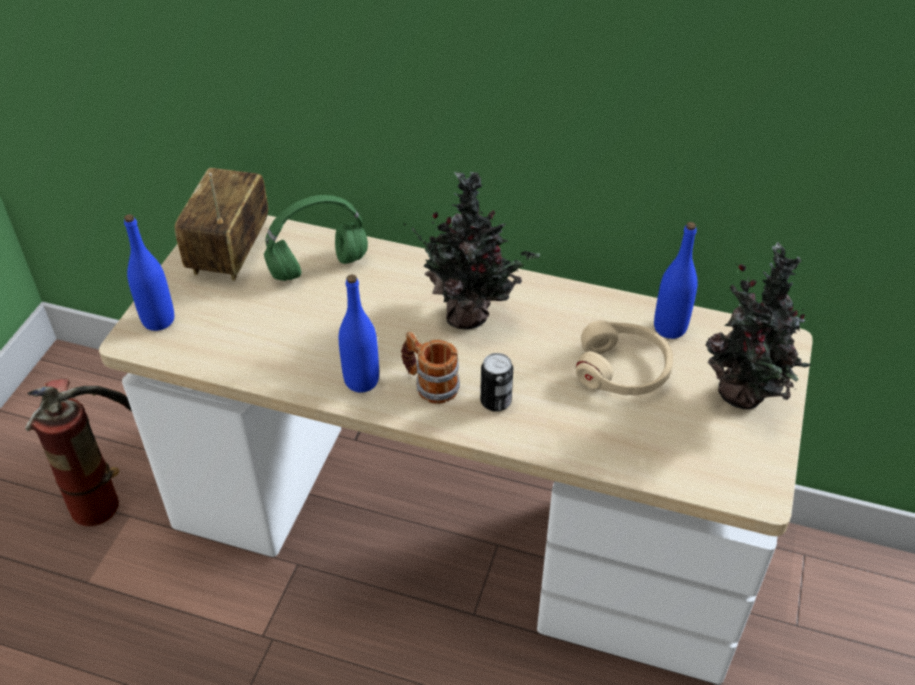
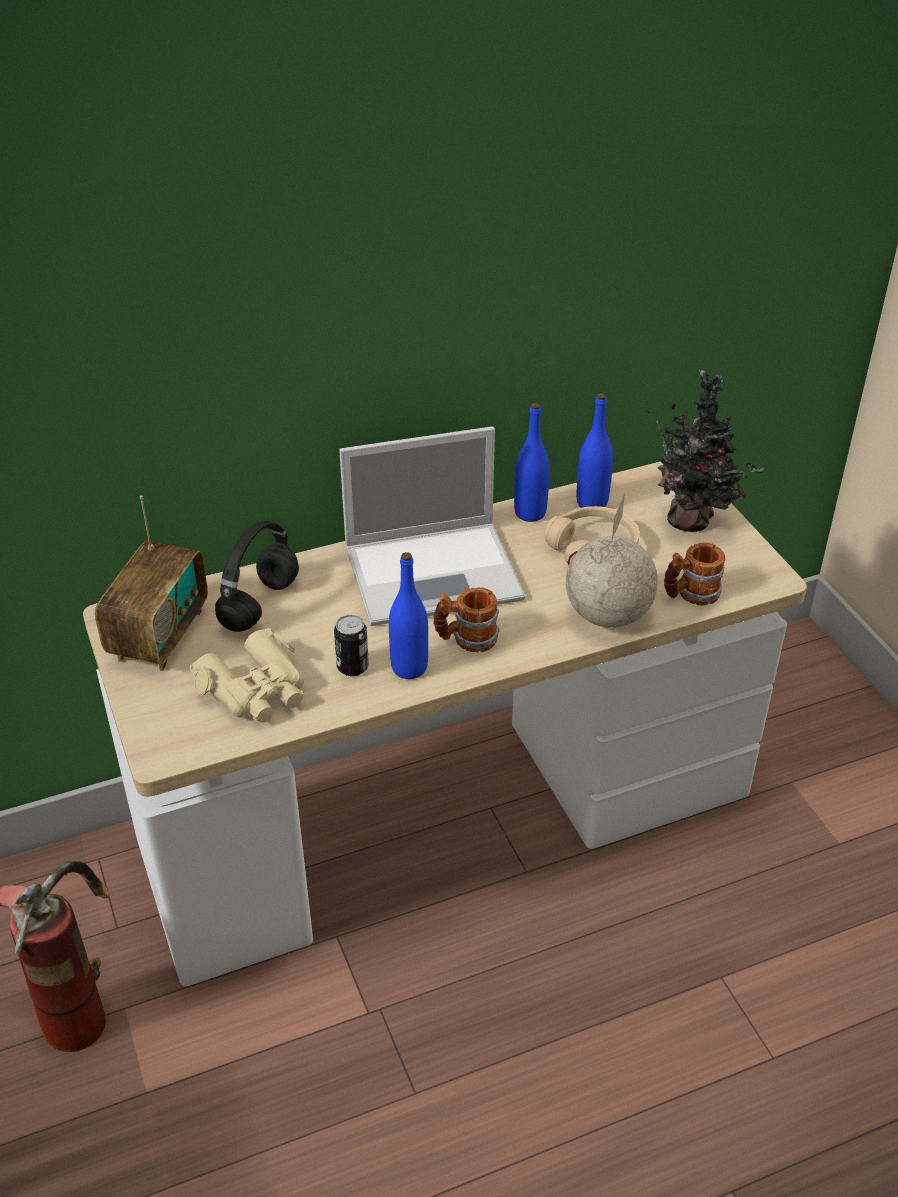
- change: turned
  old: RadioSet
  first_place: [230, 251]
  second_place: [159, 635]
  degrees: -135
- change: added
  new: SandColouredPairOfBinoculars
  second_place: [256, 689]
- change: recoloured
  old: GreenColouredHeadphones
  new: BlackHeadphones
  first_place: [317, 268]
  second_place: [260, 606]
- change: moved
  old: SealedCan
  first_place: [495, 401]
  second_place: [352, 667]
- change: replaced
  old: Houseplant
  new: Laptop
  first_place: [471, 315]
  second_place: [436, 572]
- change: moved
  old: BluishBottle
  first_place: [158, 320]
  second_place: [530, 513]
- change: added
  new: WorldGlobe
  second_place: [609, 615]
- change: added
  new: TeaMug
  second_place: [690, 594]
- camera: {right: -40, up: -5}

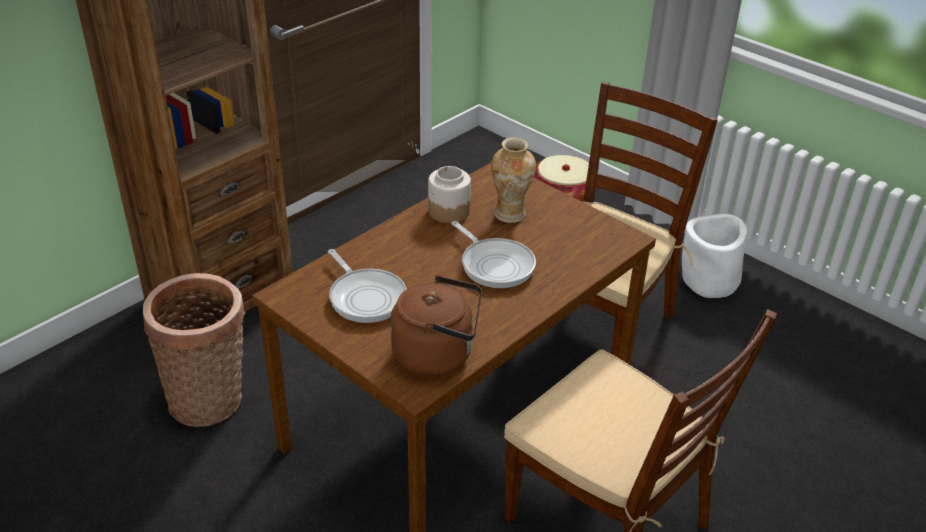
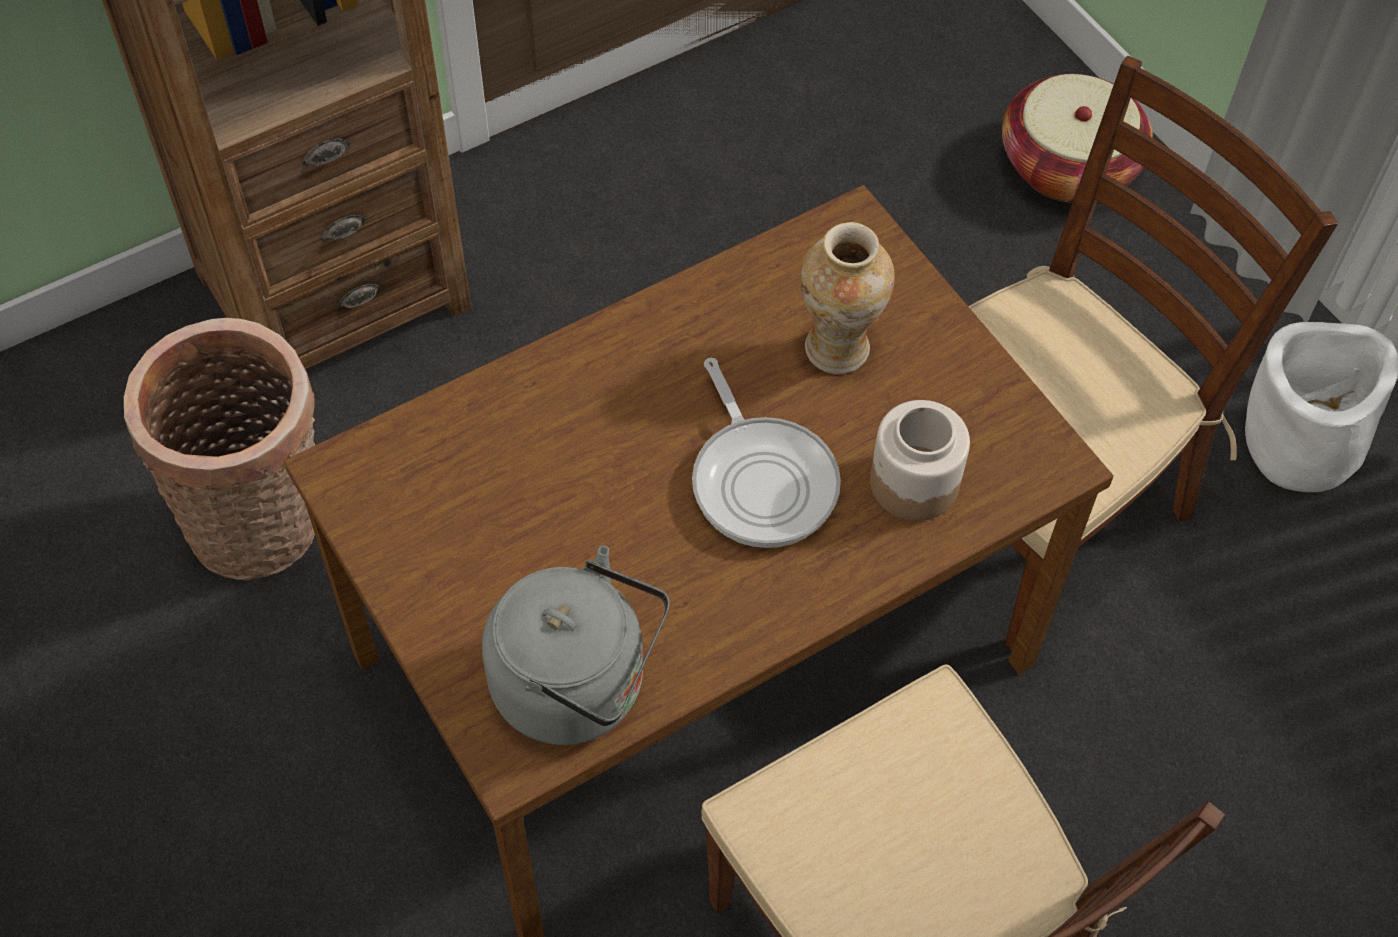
- change: recoloured
  old: BrownColouredTeaKettle
  new: GrayTeaKettle
  first_place: [438, 354]
  second_place: [579, 686]
- change: moved
  old: PreserveJar
  first_place: [448, 211]
  second_place: [914, 482]
- change: removed
  old: FryingPan
  first_place: [365, 297]
- camera: {right: 15, up: 20}

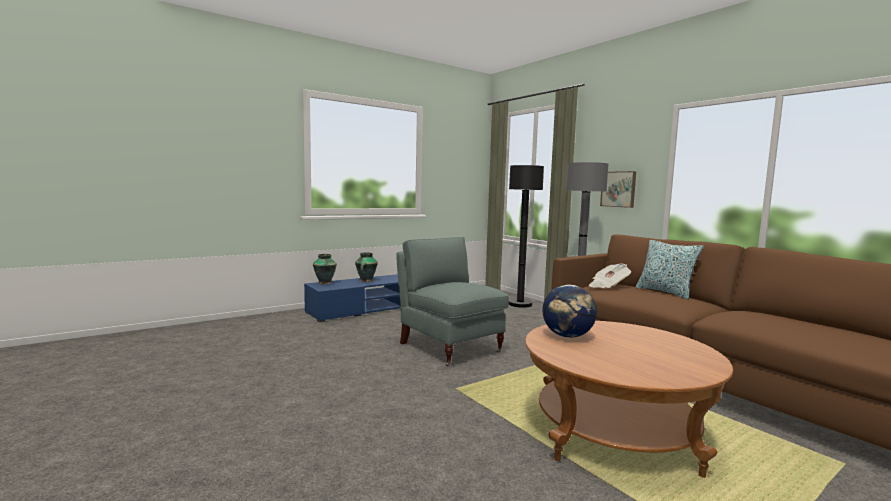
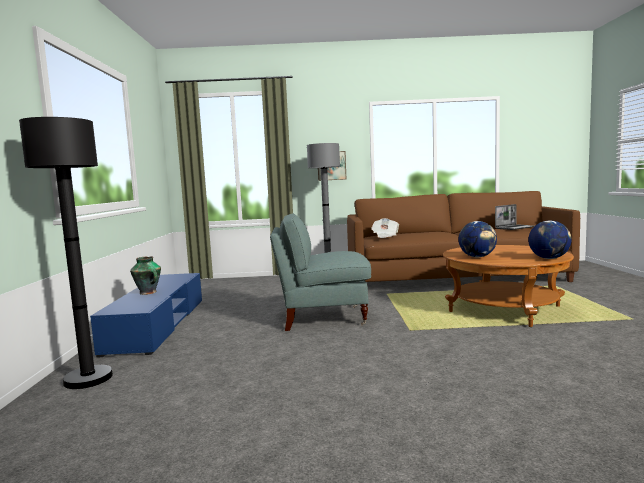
- change: moved
  old: BlackStandardLamp
  first_place: [520, 304]
  second_place: [88, 379]
- change: added
  new: Laptop
  second_place: [514, 228]
- change: added
  new: WorldGlobe
  second_place: [549, 258]
- change: removed
  old: DecorativeVase
  first_place: [325, 283]
- change: removed
  old: Pillow
  first_place: [665, 292]
- camera: {right: -55, up: 0}

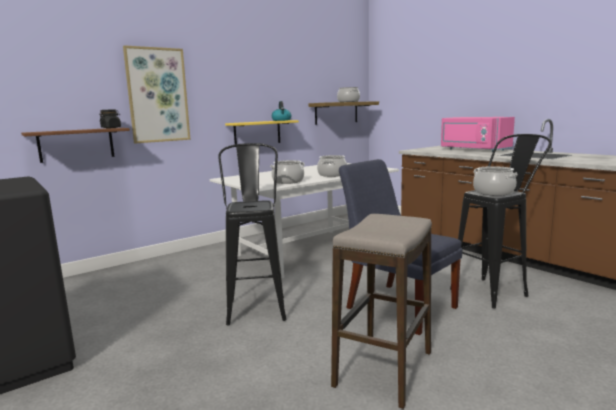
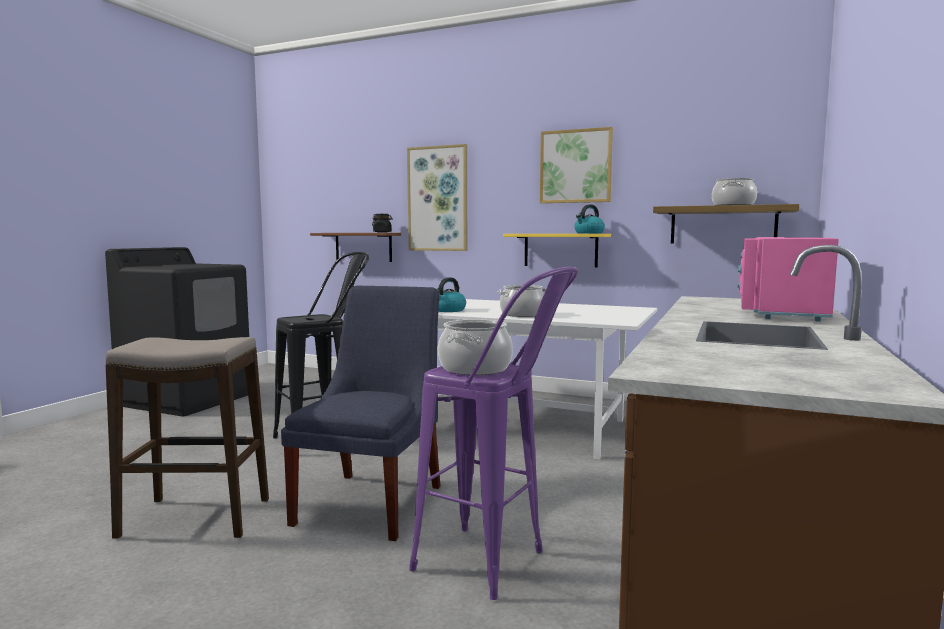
- change: recoloured
  old: BlackSittingStool
  new: PurpleColouredSittingStool
  first_place: [495, 290]
  second_place: [496, 567]
- change: replaced
  old: CookingPot
  new: TeaKettle
  first_place: [288, 181]
  second_place: [448, 310]
- change: added
  new: WallArt
  second_place: [575, 166]
- camera: {right: 60, up: -5}

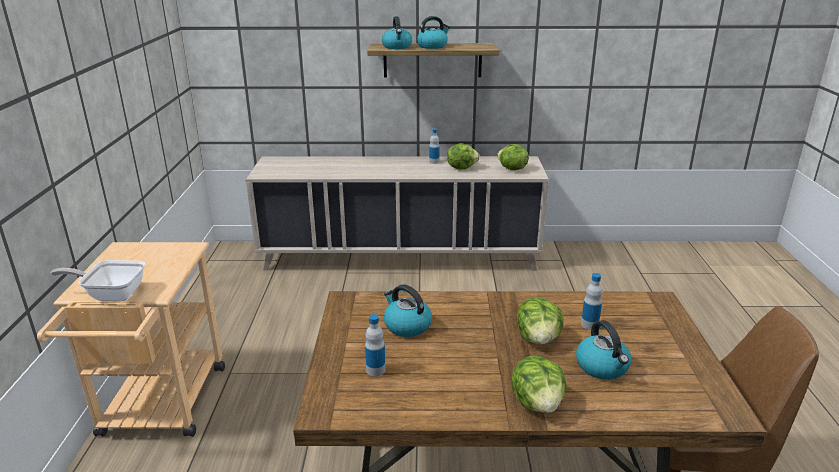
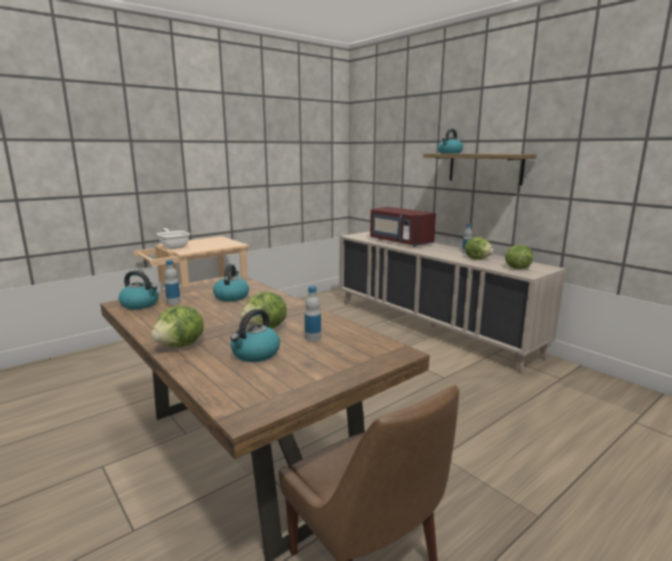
- change: moved
  old: TeaKettle
  first_place: [432, 46]
  second_place: [140, 304]
- change: added
  new: ReddishKitchenMicrowave
  second_place: [399, 242]
- camera: {right: 50, up: -10}

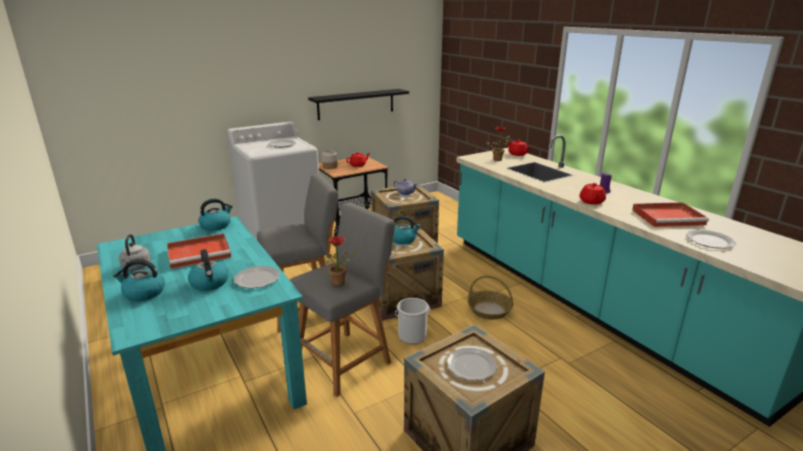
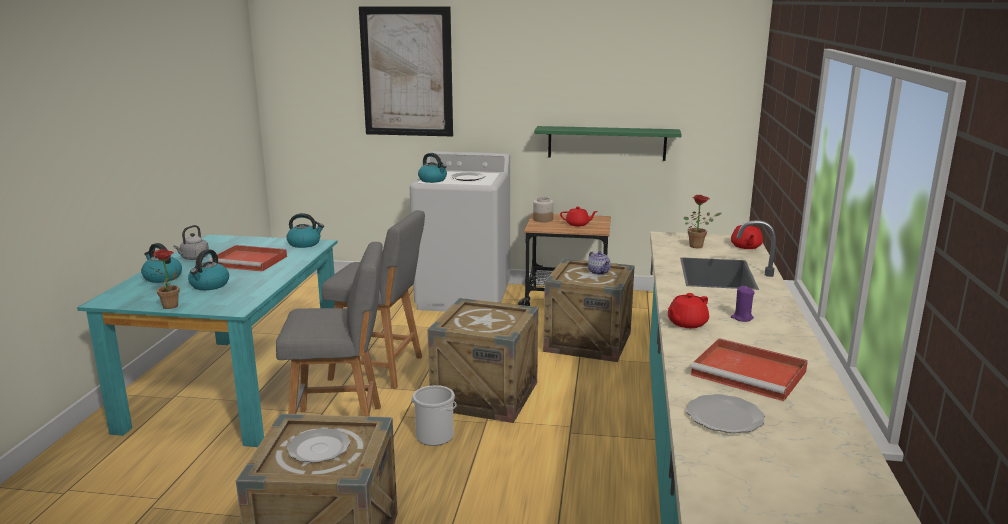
- change: moved
  old: Houseplant
  first_place: [341, 282]
  second_place: [173, 306]
- change: added
  new: WallArt
  second_place: [407, 72]
- change: moved
  old: TeaKettle
  first_place: [403, 240]
  second_place: [433, 180]
- change: recoloured
  old: BlackShelf
  new: GreenColouredShelf
  first_place: [356, 104]
  second_place: [606, 143]
- change: removed
  old: Plate
  first_place: [257, 278]
- change: removed
  old: Basket
  first_place: [489, 310]
- camera: {right: 40, up: -5}

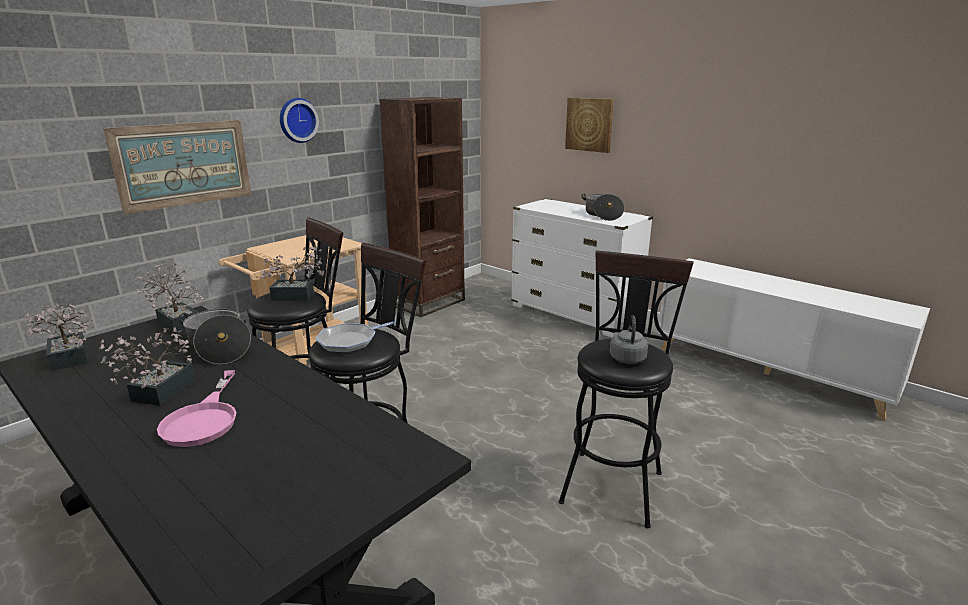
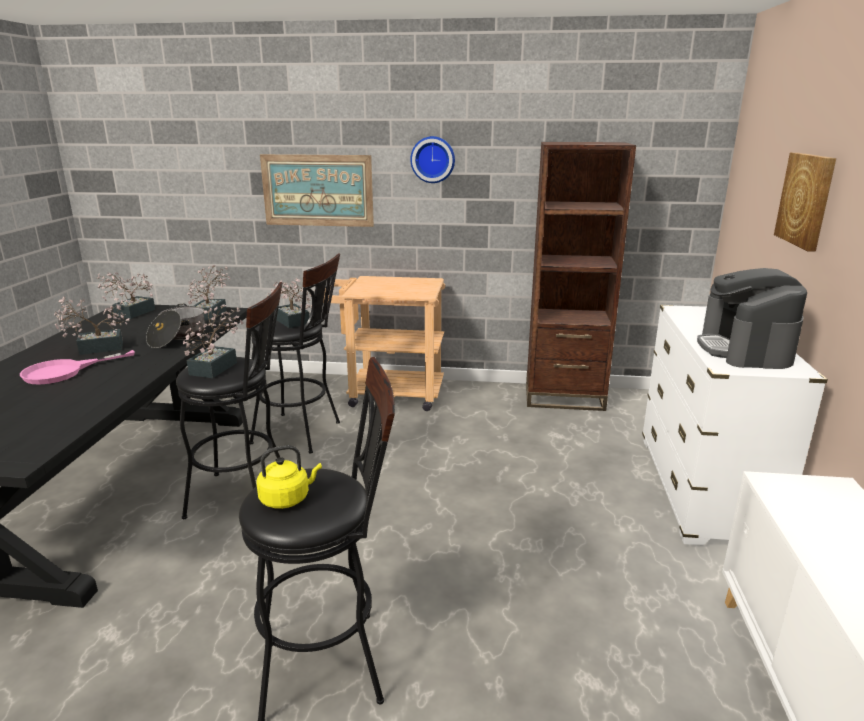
- change: replaced
  old: FryingPan
  new: Houseplant
  first_place: [350, 341]
  second_place: [217, 366]
- change: recoloured
  old: GrayTeaKettle
  new: YellowishTeaKettle
  first_place: [627, 358]
  second_place: [287, 499]
- change: replaced
  old: CookingPot
  new: CoffeeBrewer
  first_place: [602, 215]
  second_place: [744, 350]
- camera: {right: 55, up: 0}

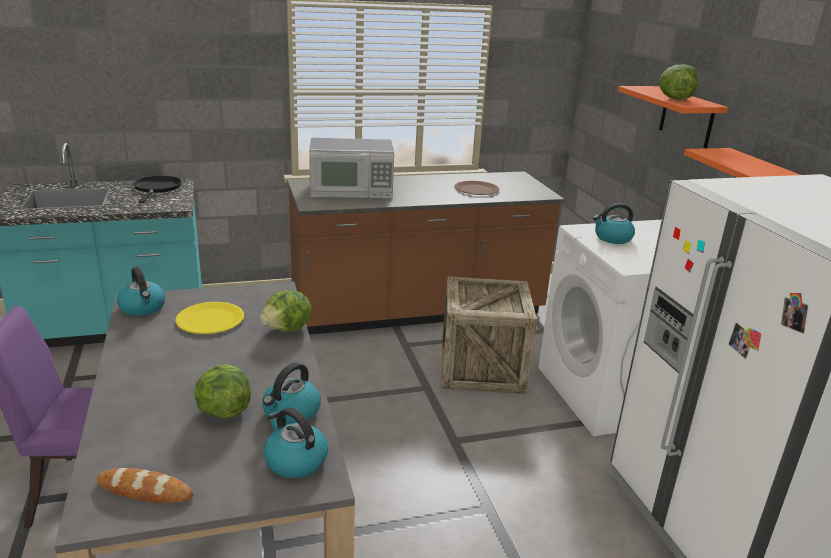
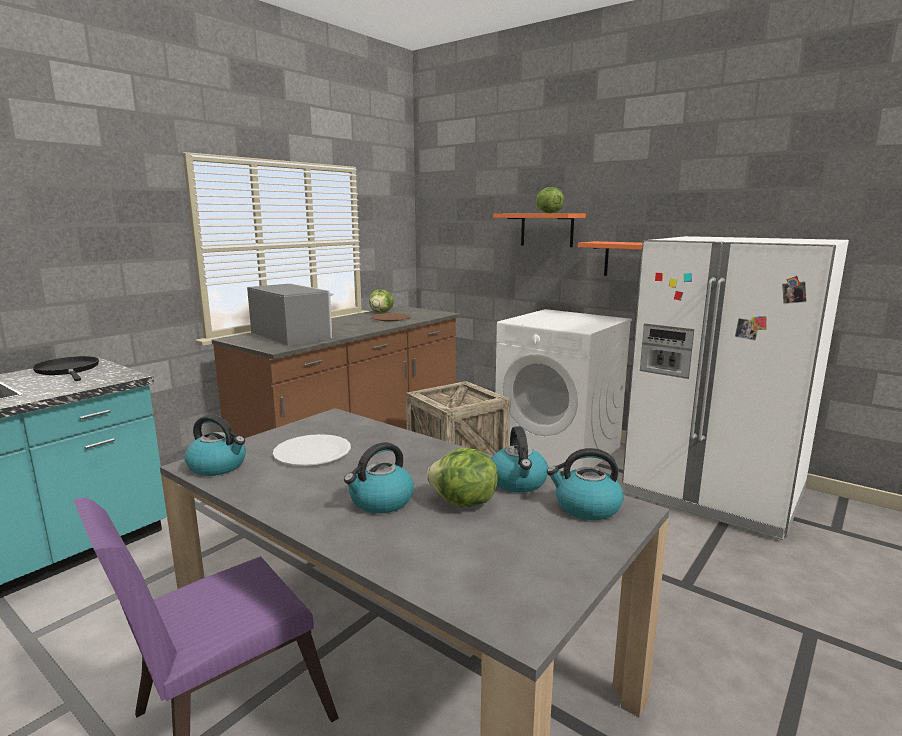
- change: turned
  old: KitchenMicrowave
  first_place: [351, 190]
  second_place: [292, 335]
  degrees: -90
- change: recoloured
  old: YellowishPlate
  new: WhiteColouredPlate
  first_place: [210, 320]
  second_place: [312, 452]
- change: moved
  old: TeaKettle
  first_place: [612, 238]
  second_place: [381, 501]
- change: moved
  old: Lettuce
  first_place: [288, 329]
  second_place: [381, 312]
- change: removed
  old: BakedBread
  first_place: [145, 490]
- camera: {right: -35, up: -10}

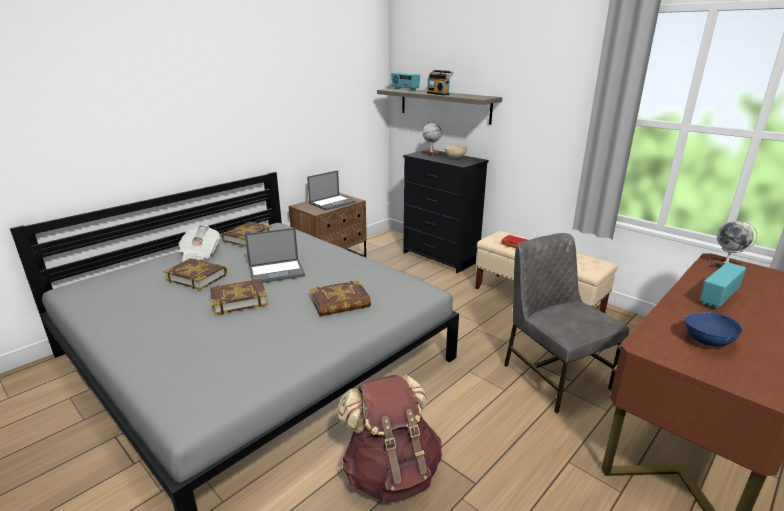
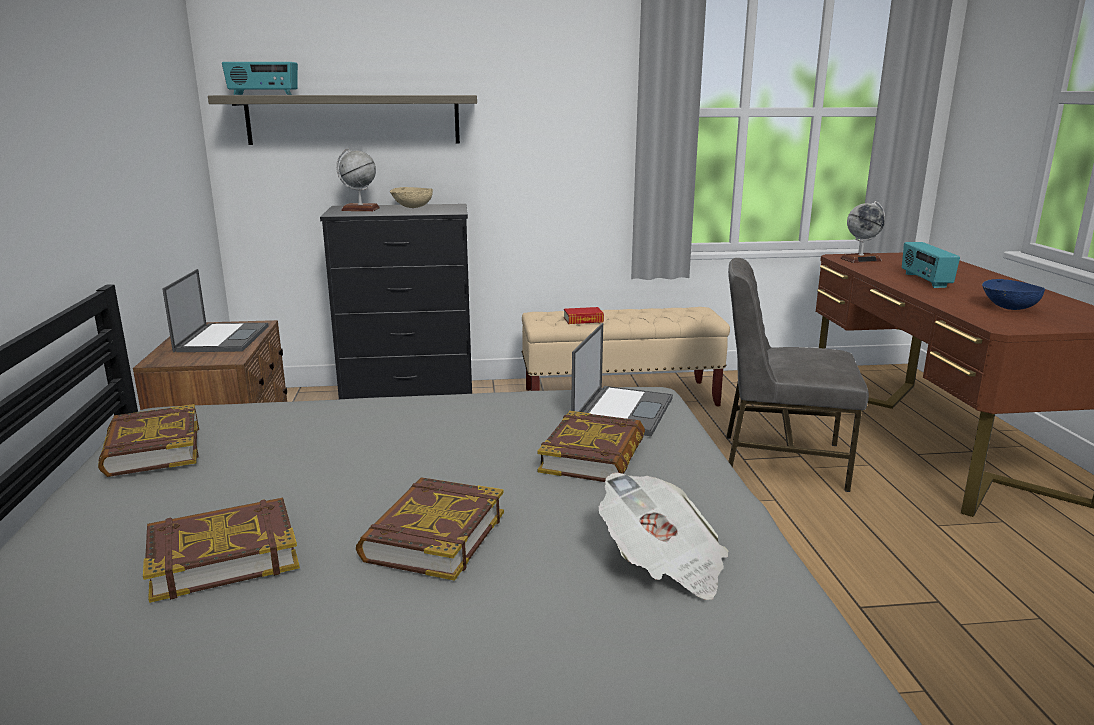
- change: moved
  old: Laptop
  first_place: [277, 271]
  second_place: [623, 410]
- change: moved
  old: PrintedPaper
  first_place: [199, 254]
  second_place: [663, 564]
- change: removed
  old: BrownColouredRucksack
  first_place: [391, 473]
- change: removed
  old: RadioSet
  first_place: [439, 94]
- camera: {right: -50, up: -5}

